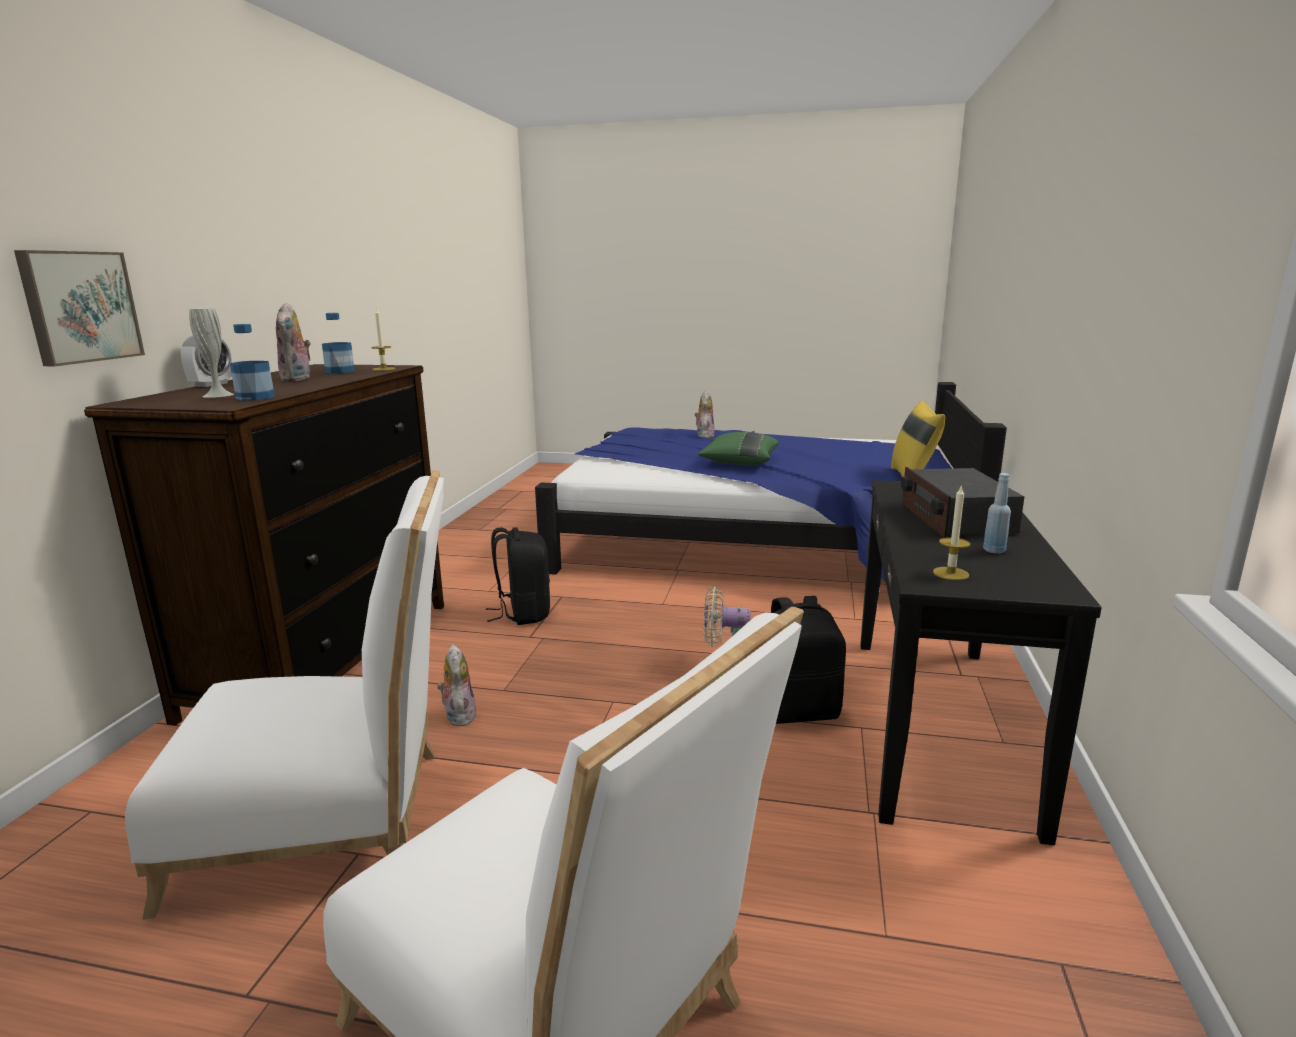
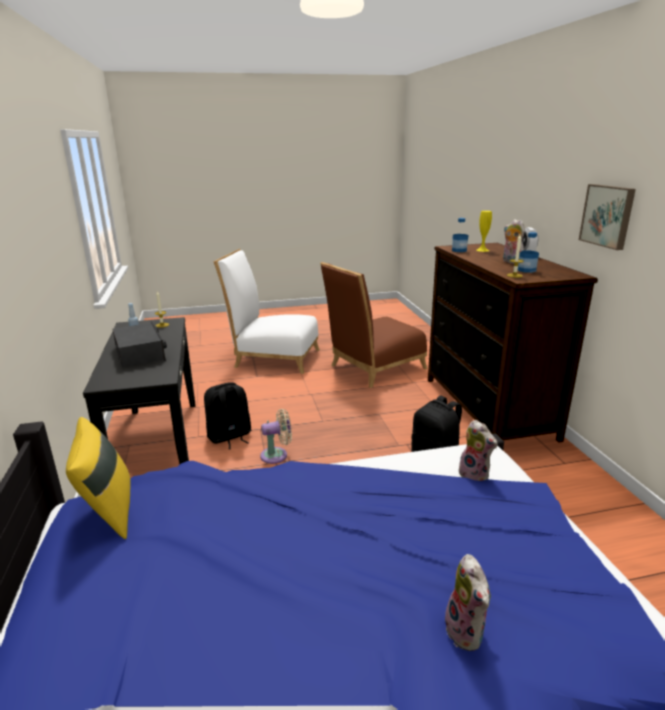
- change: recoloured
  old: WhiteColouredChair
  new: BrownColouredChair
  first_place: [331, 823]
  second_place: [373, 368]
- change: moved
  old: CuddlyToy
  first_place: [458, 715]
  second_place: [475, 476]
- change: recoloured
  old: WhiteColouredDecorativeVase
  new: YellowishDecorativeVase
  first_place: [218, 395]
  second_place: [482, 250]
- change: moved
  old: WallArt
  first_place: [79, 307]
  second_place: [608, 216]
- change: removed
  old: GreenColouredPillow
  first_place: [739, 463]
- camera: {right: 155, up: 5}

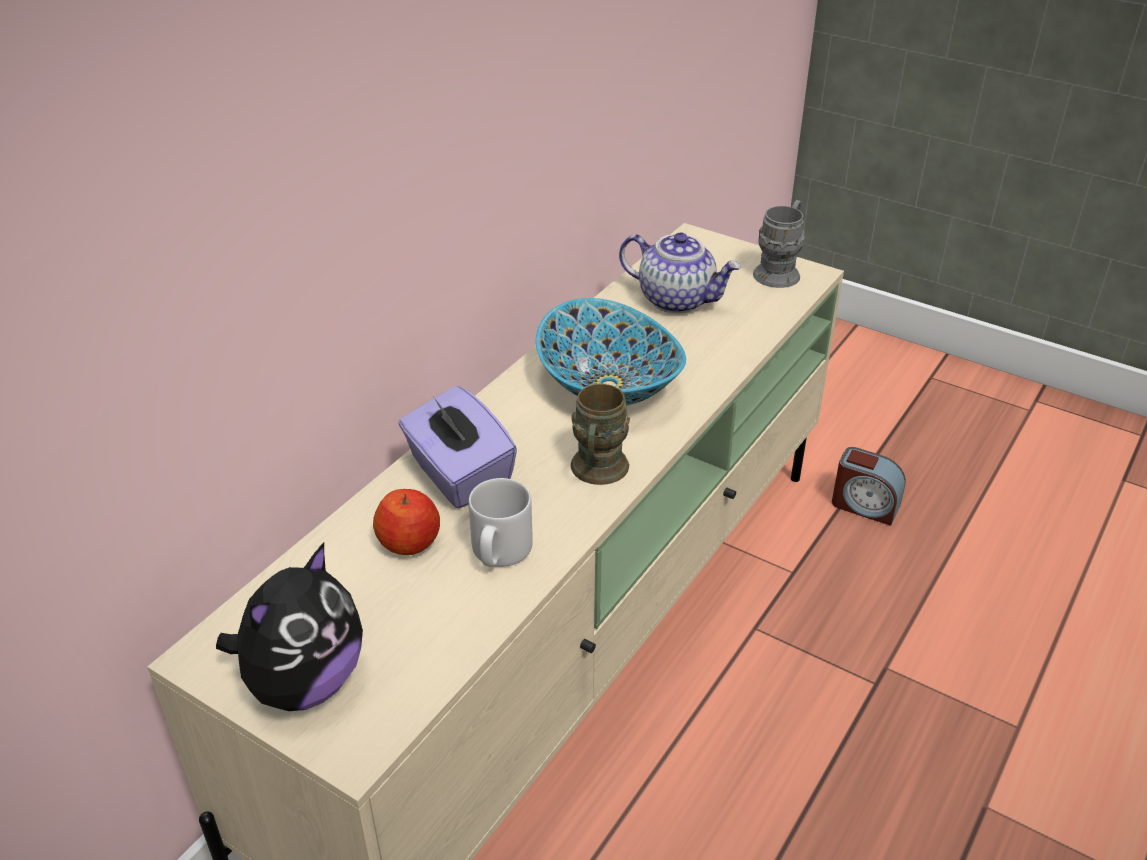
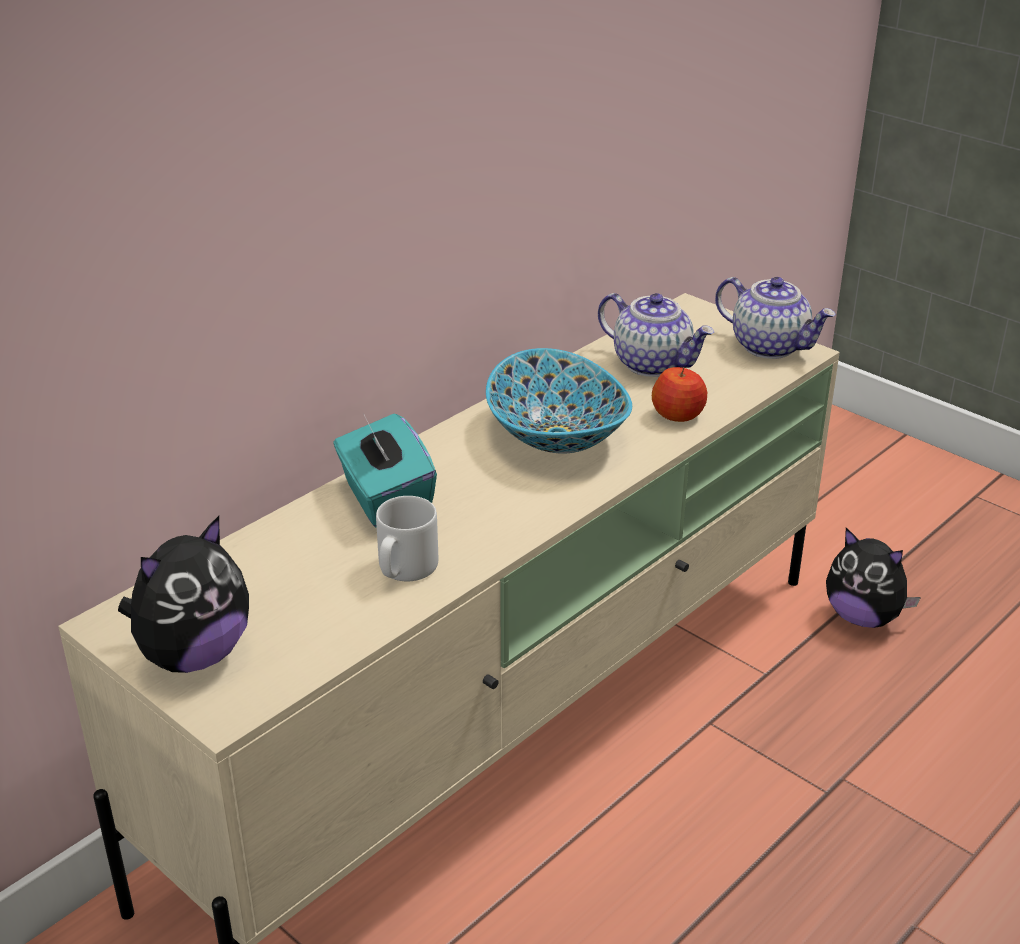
- change: recoloured
  old: PurpleColouredBoxOfTissues
  new: TurquoiseBoxOfTissues
  first_place: [458, 475]
  second_place: [385, 499]
- change: moved
  old: Apple
  first_place: [410, 542]
  second_place: [678, 414]
- change: replaced
  old: GrayTeaMug
  new: PotForTea
  first_place: [780, 271]
  second_place: [770, 346]
- change: replaced
  old: TableClock
  new: CuddlyToy
  first_place: [864, 505]
  second_place: [863, 617]
- change: removed
  old: BrownColouredTeaMug
  first_place: [597, 473]
- camera: {right: 10, up: -5}

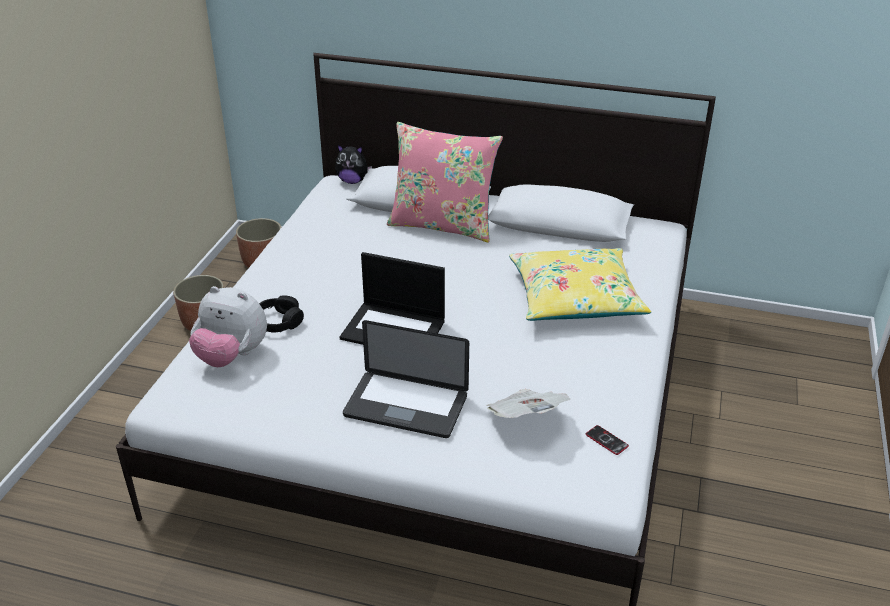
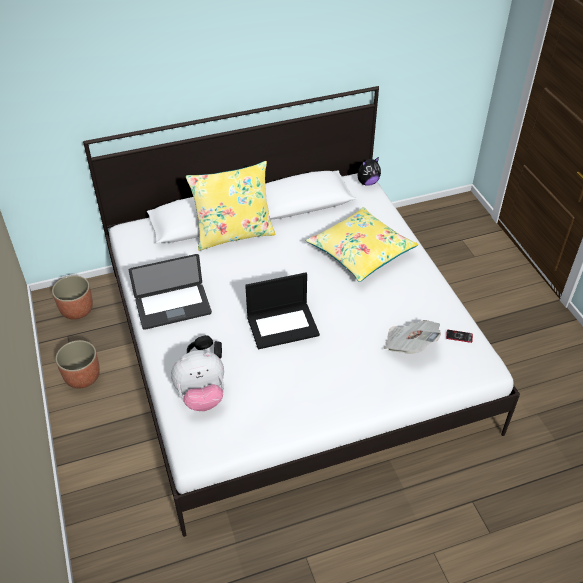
- change: moved
  old: Laptop
  first_place: [406, 406]
  second_place: [173, 307]
- change: recoloured
  old: PinkColouredPillow
  new: YellowishPillow
  first_place: [443, 225]
  second_place: [234, 234]
- change: moved
  old: CuddlyToy
  first_place: [352, 181]
  second_place: [367, 182]
- camera: {right: -35, up: 10}

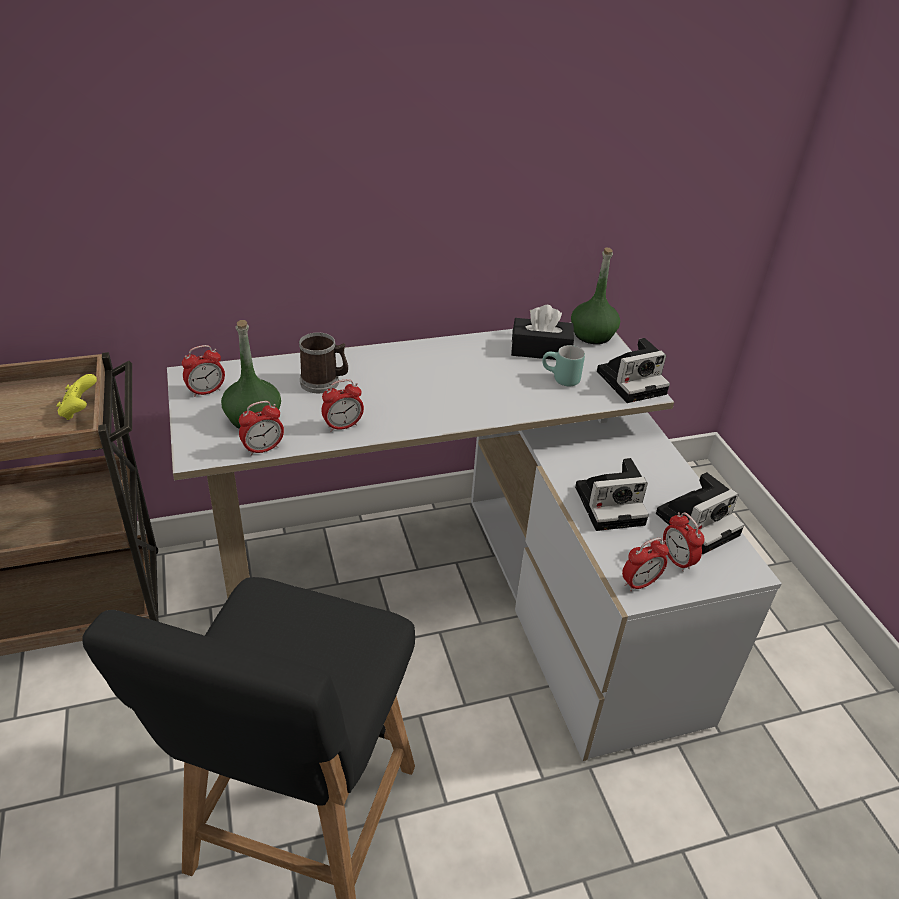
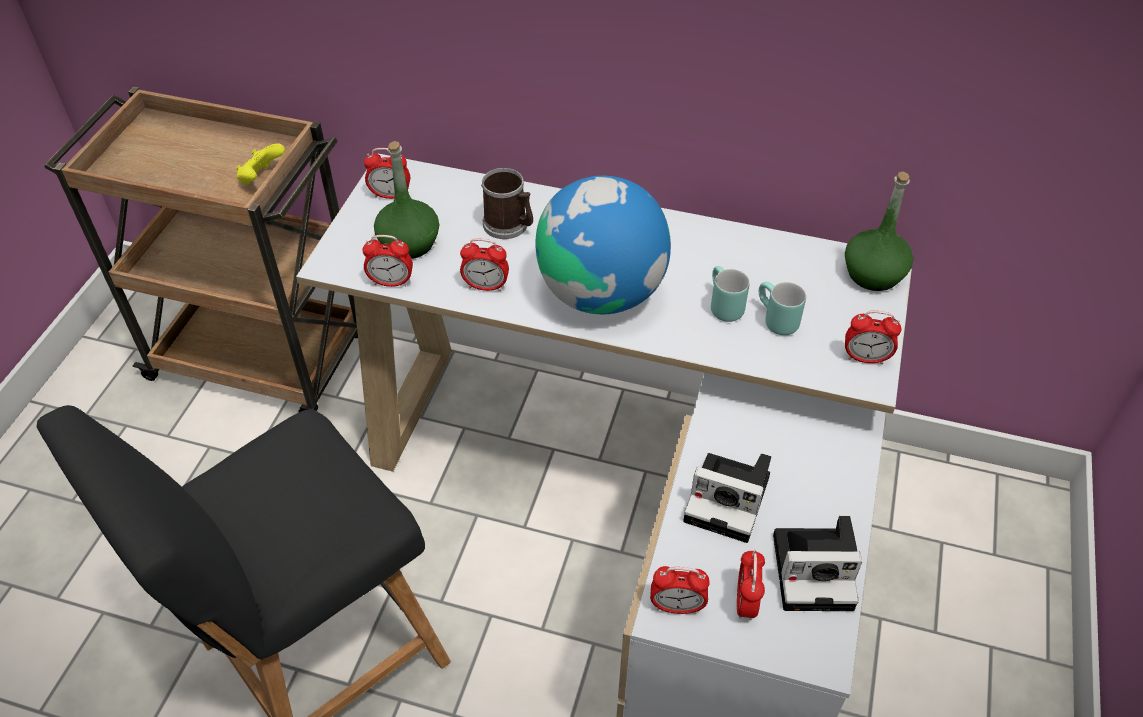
- change: added
  new: WorldGlobe
  second_place: [601, 292]
- change: added
  new: TurquoiseTeaMug
  second_place: [721, 306]
- change: replaced
  old: StillCamera
  new: TableClock
  first_place: [633, 381]
  second_place: [865, 358]
- change: removed
  old: BlackBoxOfTissues
  first_place: [540, 350]
- camera: {right: 35, up: 10}

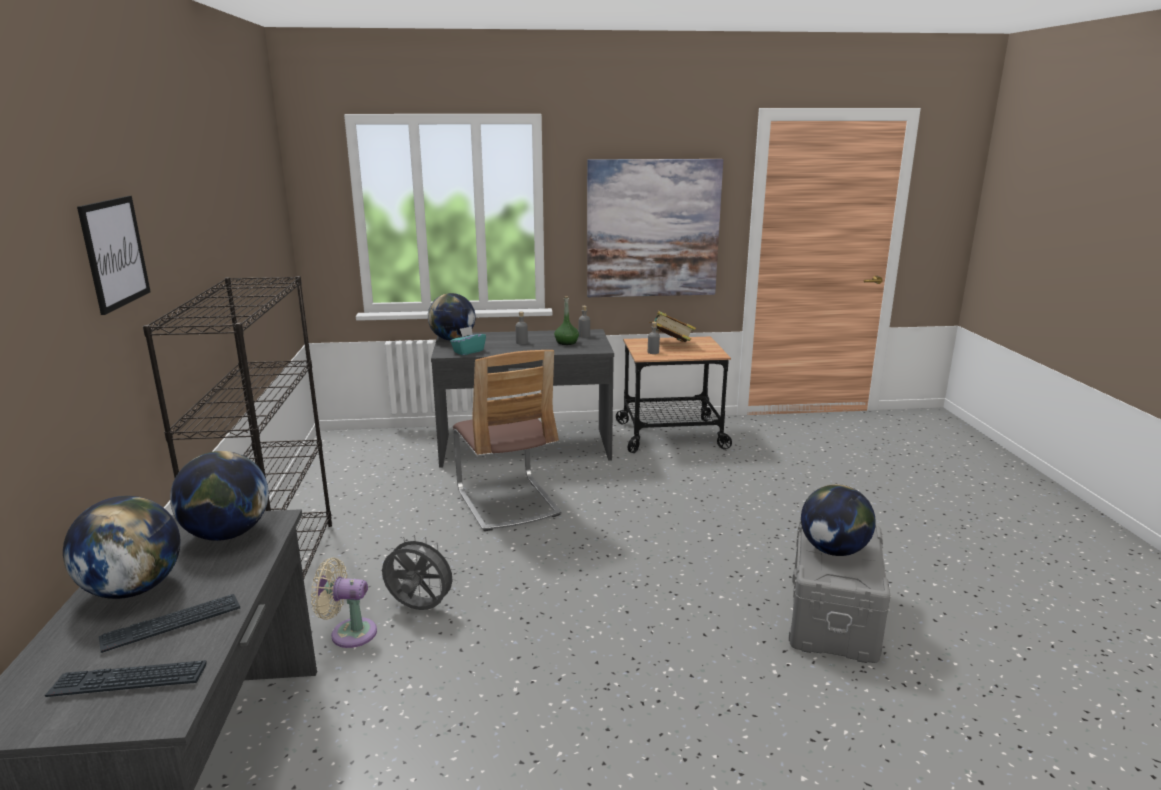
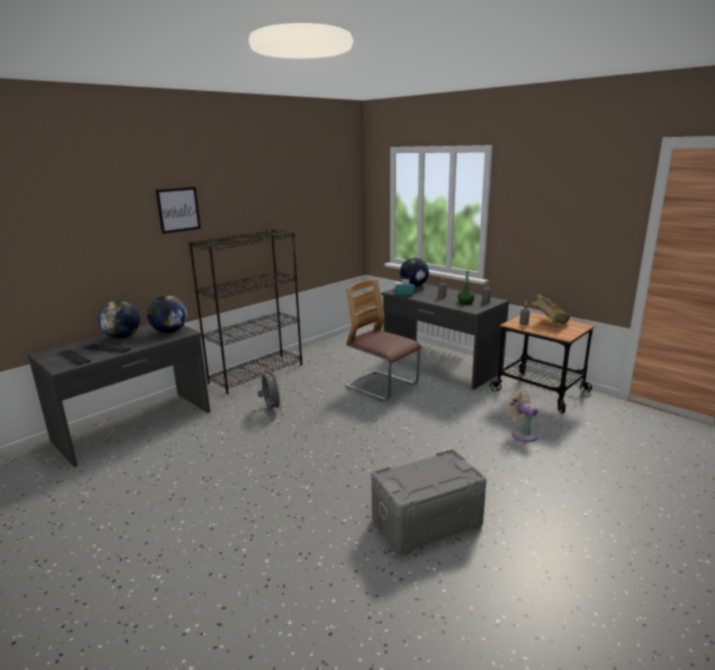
- change: turned
  old: Chair
  first_place: [507, 502]
  second_place: [381, 386]
  degrees: 105
- change: moved
  old: SandColouredCoolingFan
  first_place: [349, 633]
  second_place: [522, 434]
- change: removed
  old: WallArt
  first_place: [653, 229]
- change: removed
  old: WorldGlobe
  first_place: [833, 550]
- camera: {right: 50, up: 0}

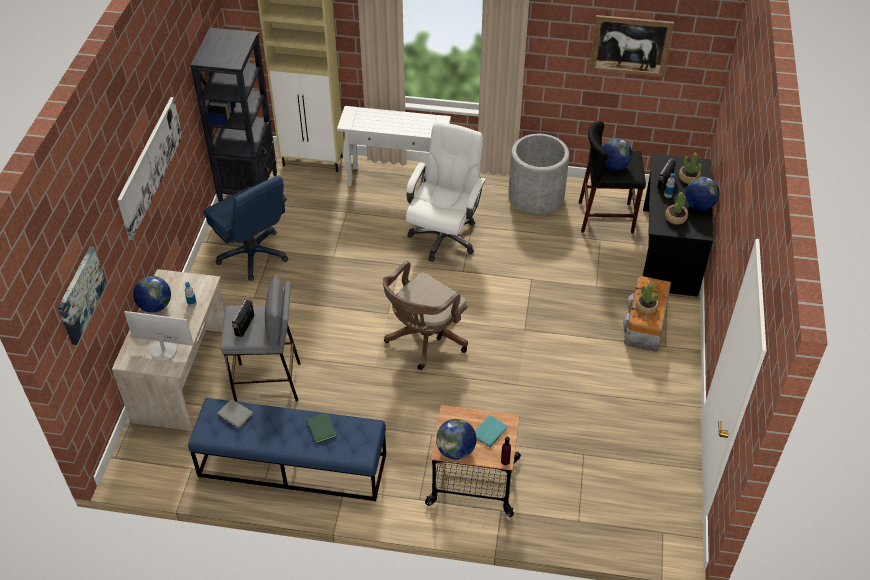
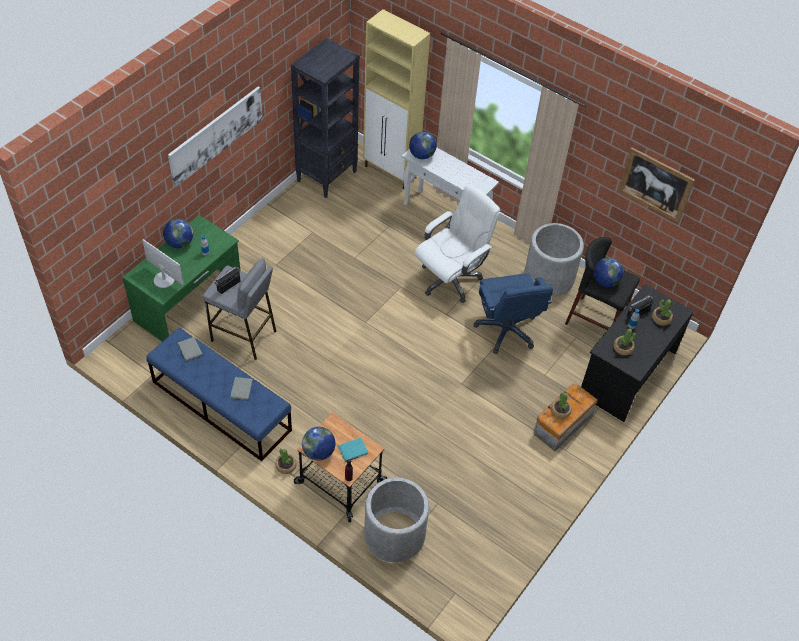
- change: recoloured
  old: SandColouredDeskTable
  new: GreenColouredDeskTable
  first_place: [183, 375]
  second_place: [189, 302]
- change: recoloured
  old: GreenColouredBook
  new: GrayBook
  first_place: [321, 430]
  second_place: [241, 389]
- change: added
  new: Houseplant
  second_place: [286, 466]
- change: added
  new: GrayPlantPot
  second_place: [394, 535]
- change: moved
  old: WorldGlobe
  first_place: [699, 205]
  second_place: [421, 155]
- change: moved
  old: BluishComputerChair
  first_place: [253, 254]
  second_place: [506, 330]
- change: removed
  old: WallArt
  first_place: [80, 295]
- change: removed
  old: BrownColouredComputerChair
  first_place: [424, 340]
- camera: {right: 25, up: 5}

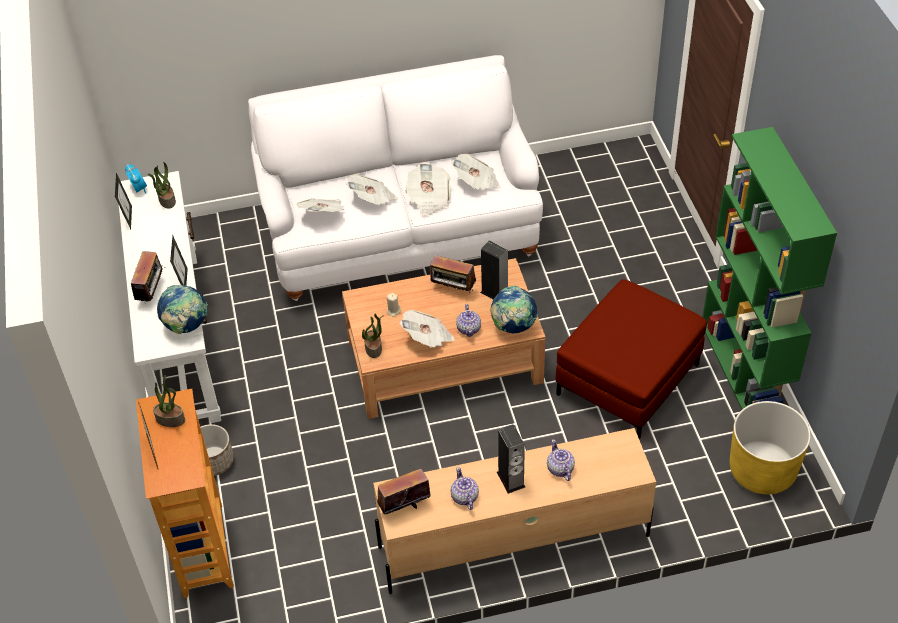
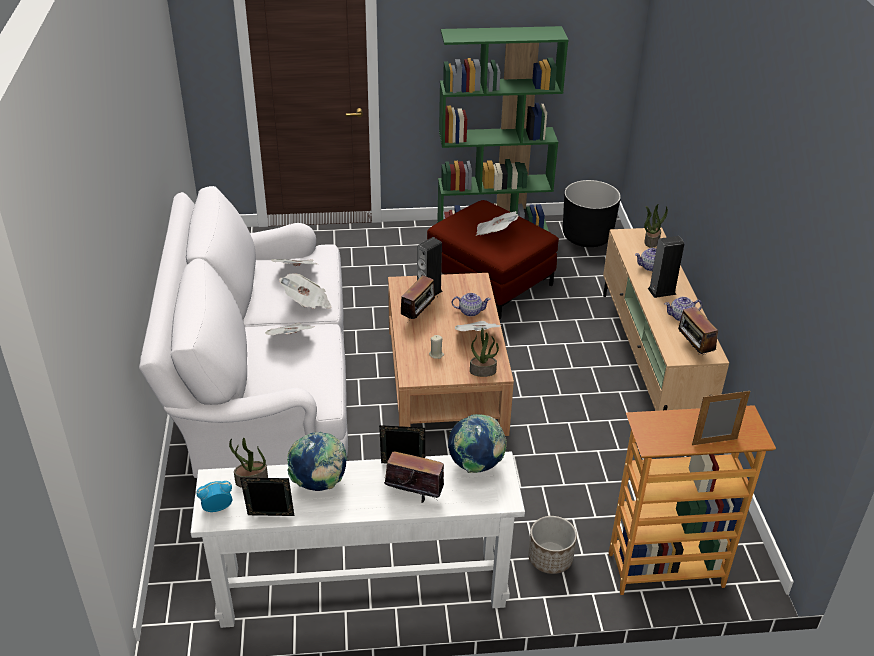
- change: moved
  old: WorldGlobe
  first_place: [513, 326]
  second_place: [319, 483]
- change: moved
  old: PrintedPaper
  first_place: [324, 214]
  second_place: [495, 233]
- change: recoloured
  old: YellowishPlantPot
  new: BlackPlantPot
  first_place: [762, 470]
  second_place: [587, 236]
- change: moved
  old: Houseplant
  first_place: [171, 419]
  second_place: [651, 241]
- camera: {right: -85, up: -10}

